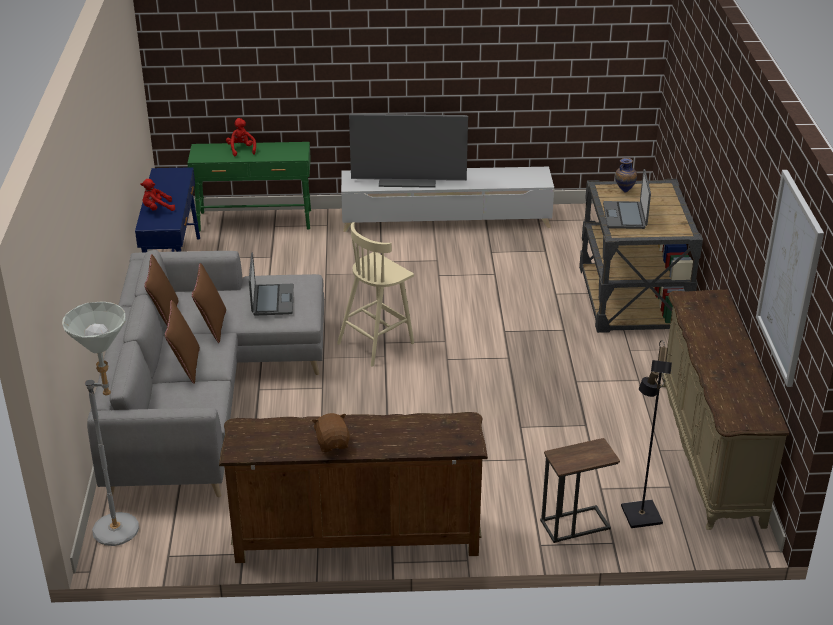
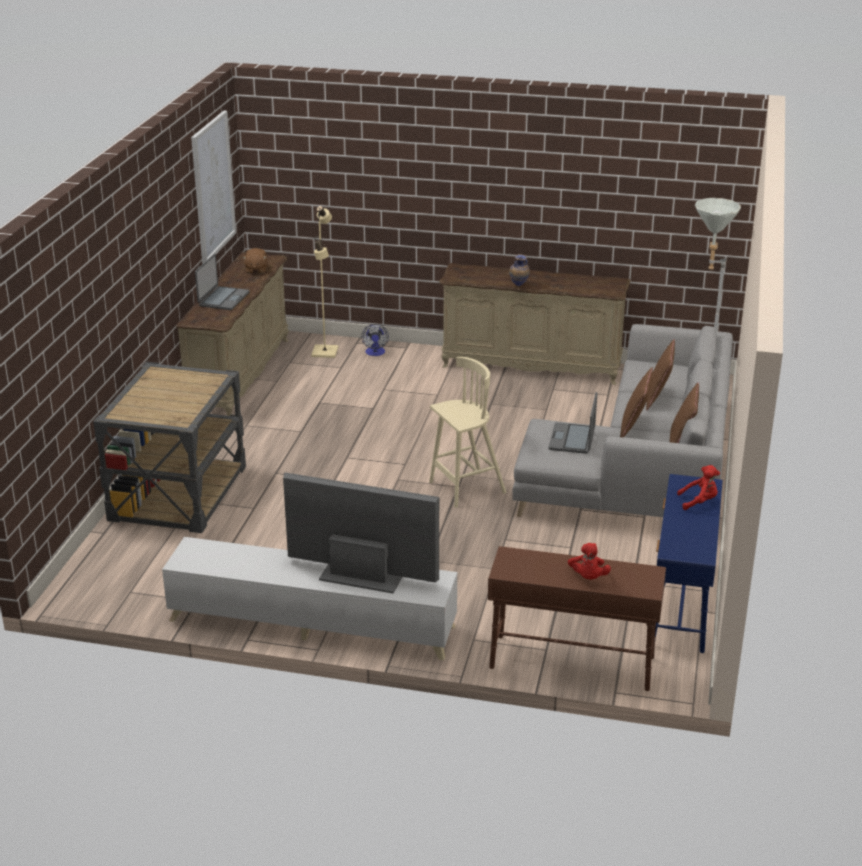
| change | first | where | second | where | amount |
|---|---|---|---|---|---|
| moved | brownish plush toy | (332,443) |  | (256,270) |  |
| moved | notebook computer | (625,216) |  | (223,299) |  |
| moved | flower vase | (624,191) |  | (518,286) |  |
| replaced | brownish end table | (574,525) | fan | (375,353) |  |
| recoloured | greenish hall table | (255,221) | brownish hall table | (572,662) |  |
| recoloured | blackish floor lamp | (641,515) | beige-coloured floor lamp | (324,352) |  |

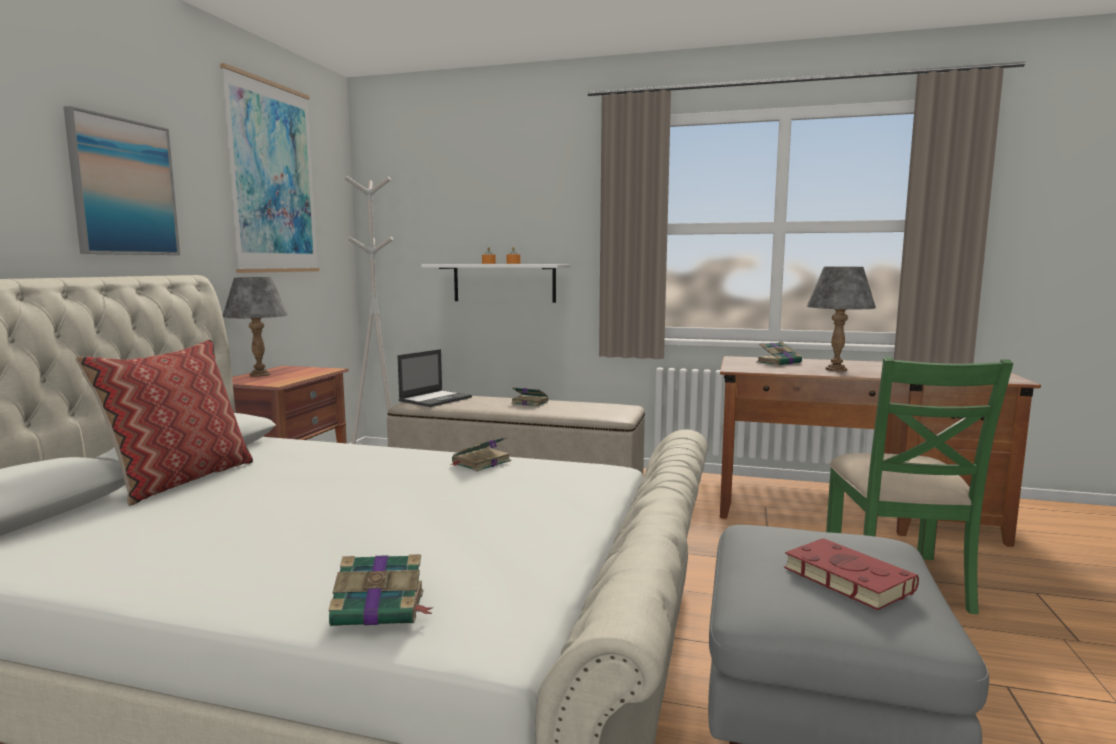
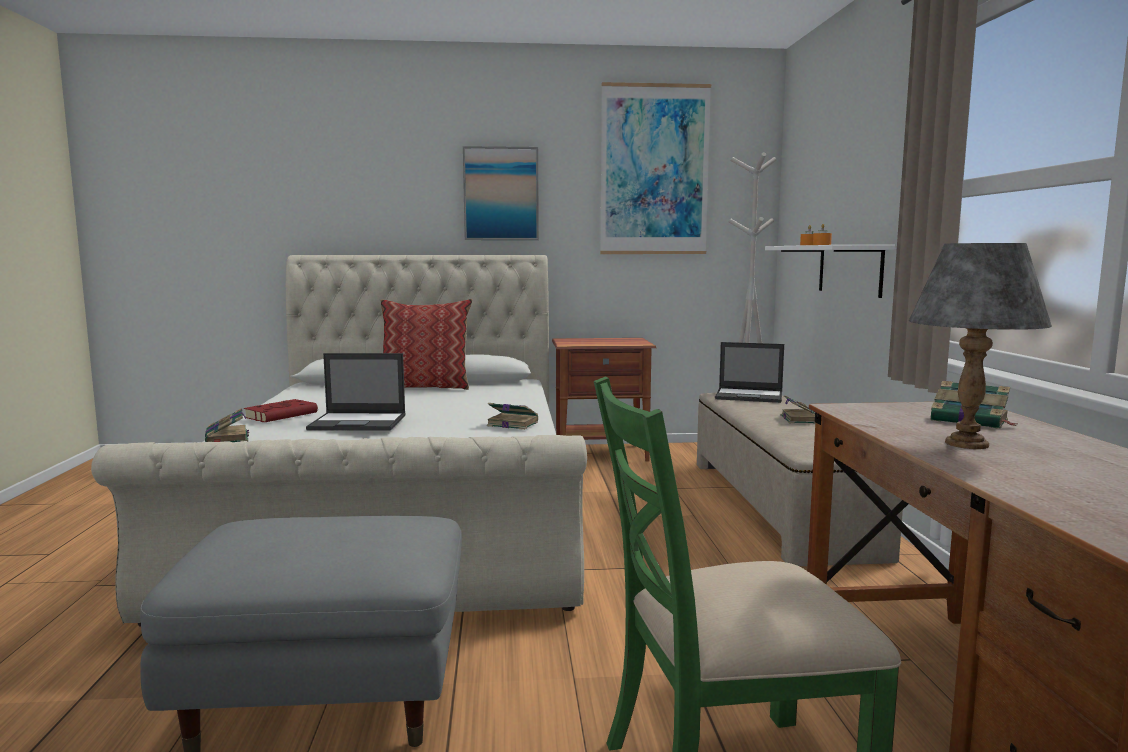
| change | first | where | second | where | amount |
|---|---|---|---|---|---|
| removed | gray lamp for a table | (260,375) |  |  |  |
| added |  |  | notebook computer | (359,422) |  |
| moved | red-coloured volume | (844,578) |  | (283,415) |  |

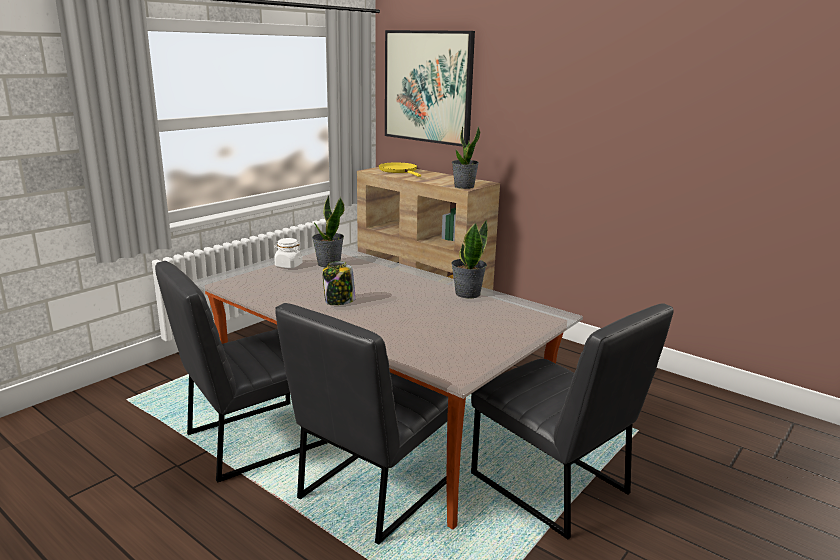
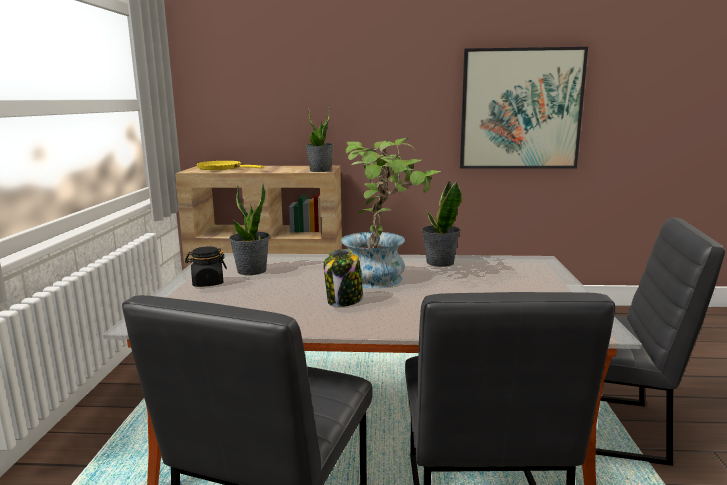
| change | first | where | second | where | amount |
|---|---|---|---|---|---|
| added |  |  | plant in a pot | (383,278) |  |
| moved | wall art | (428,87) |  | (520,109) |  |
| recoloured | white storage jar | (288,265) | blackish storage jar | (207,283) |  |

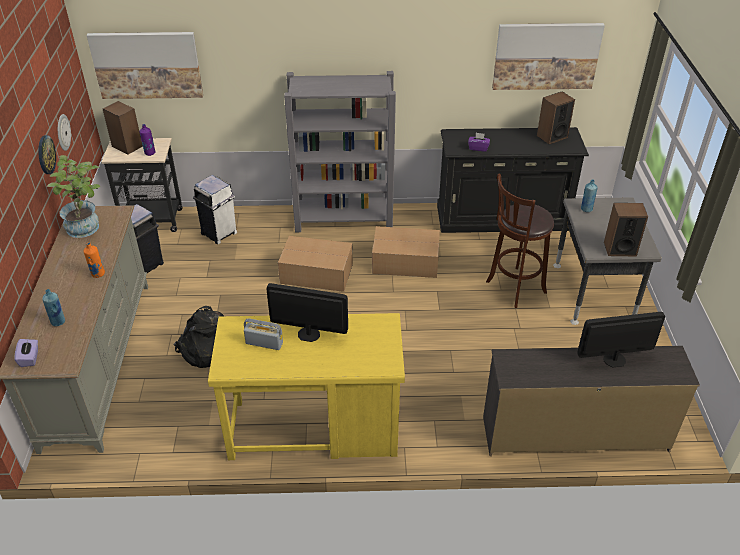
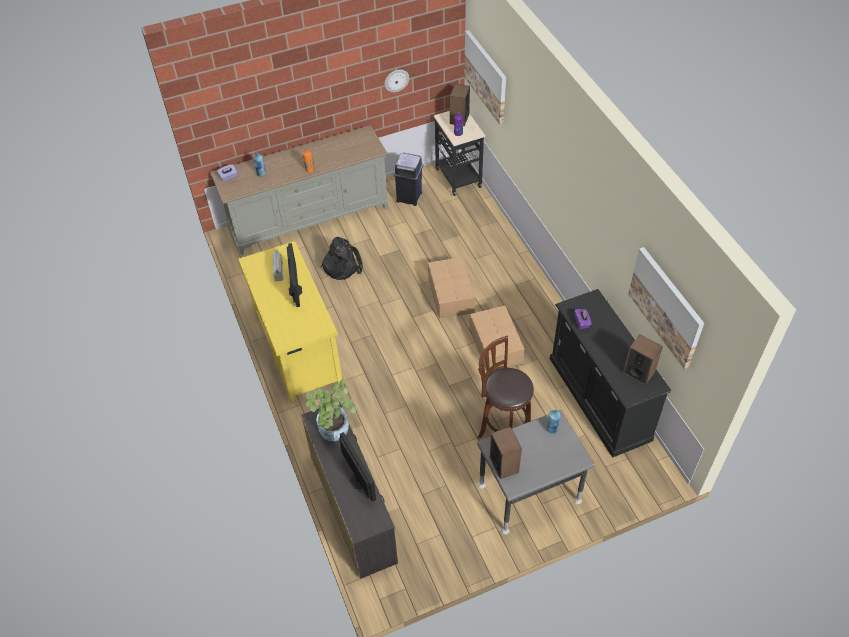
| change | first | where | second | where | amount |
|---|---|---|---|---|---|
| removed | hanging clock | (46,154) |  |  |  |
| removed | white waste bin | (219,233) |  |  |  |
| removed | gray bookcase | (344,218) |  |  |  |
| moved | plant in a pot | (88,228) |  | (334,433) |  |

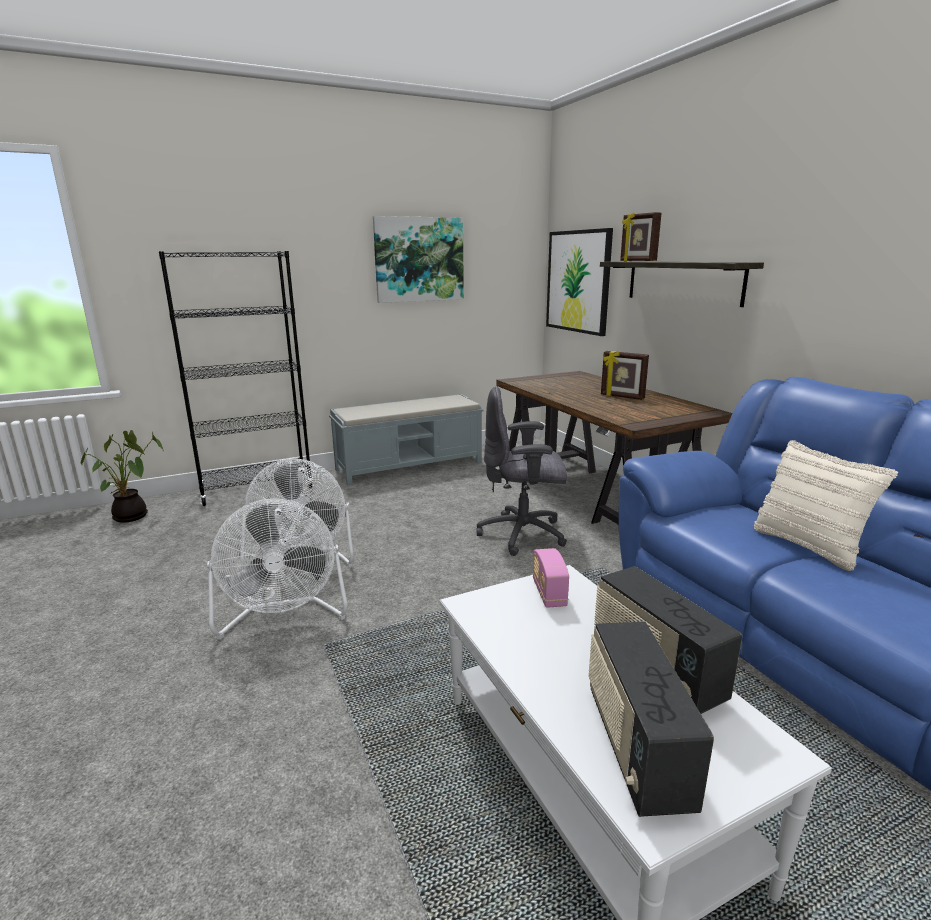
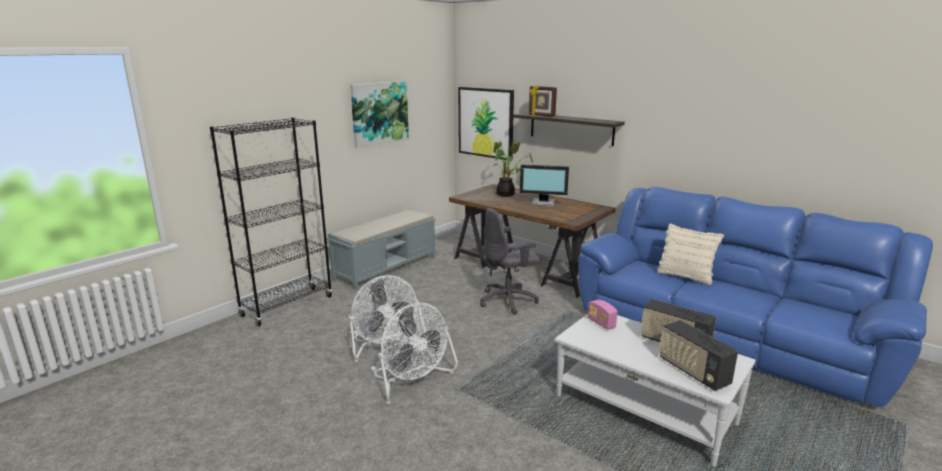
| change | first | where | second | where | amount |
|---|---|---|---|---|---|
| moved | plant in a pot | (133,517) |  | (507,194) |  |
| replaced | photo frame | (622,397) | monitor | (543,203) |  |

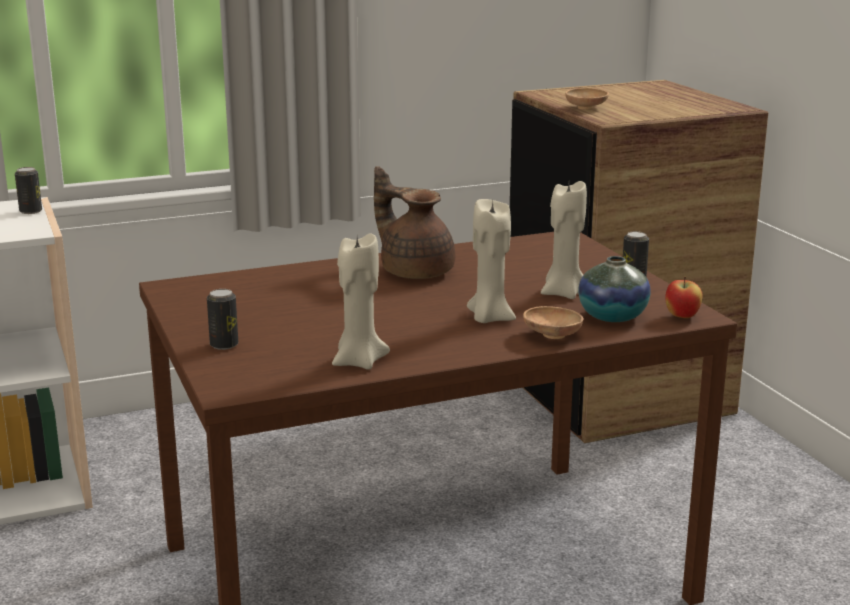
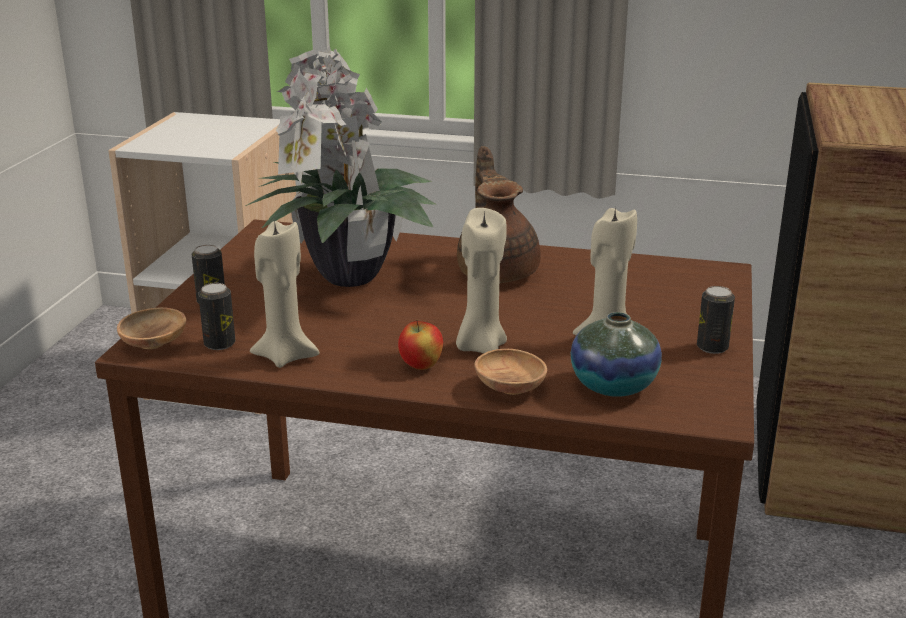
| change | first | where | second | where | amount |
|---|---|---|---|---|---|
| added |  |  | plant in a pot | (345,280) |  |
| moved | metal can | (31,211) |  | (219,344) |  |
| moved | brownish bowl | (586,108) |  | (154,344) |  |
| moved | apple fruit | (682,317) |  | (421,366) |  |

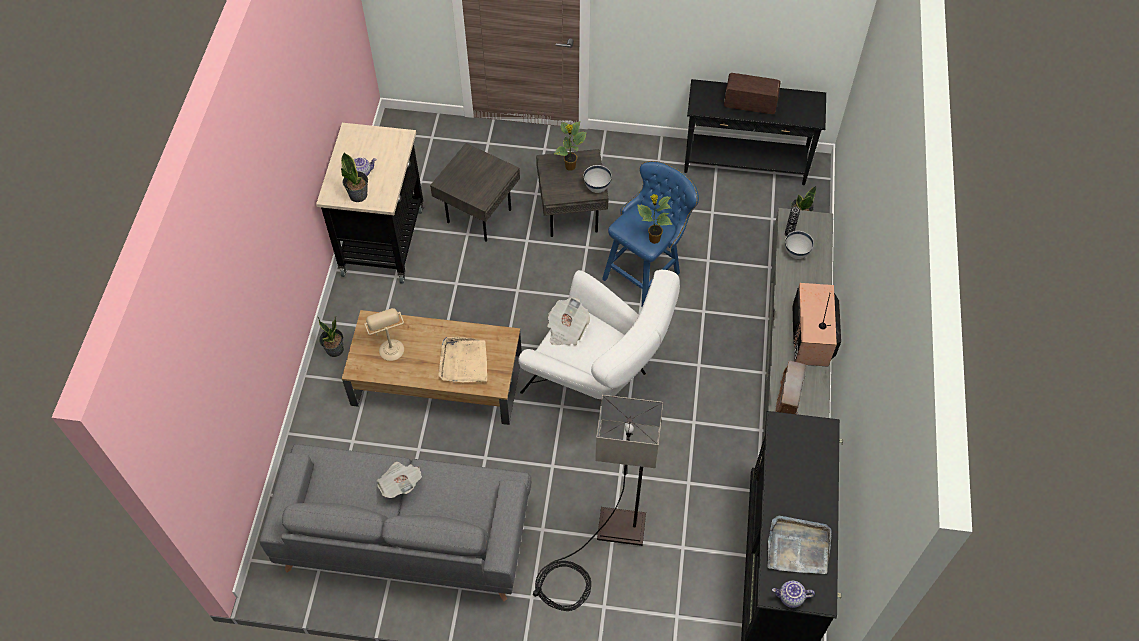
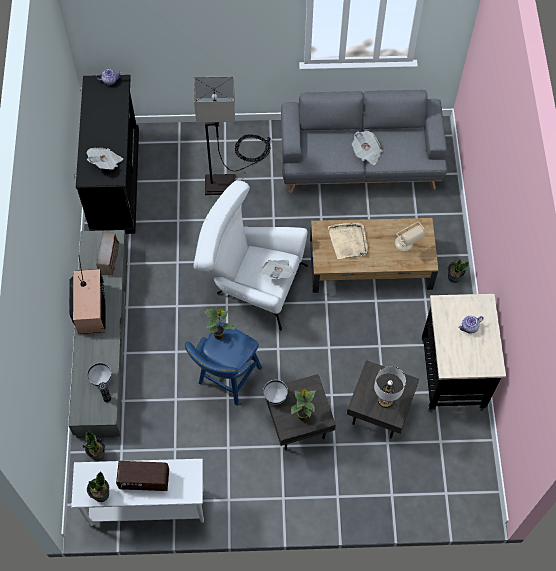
| change | first | where | second | where | amount |
|---|---|---|---|---|---|
| removed | gray tray | (797,547) |  |  |  |
| added |  |  | daily paper | (106,163) |  |
| added |  |  | lamp for a table | (385,400) |  |
| moved | plant in a pot | (358,195) |  | (100,494) |  |
| recoloured | blackish hall table | (746,164) | white hall table | (146,508) |  |

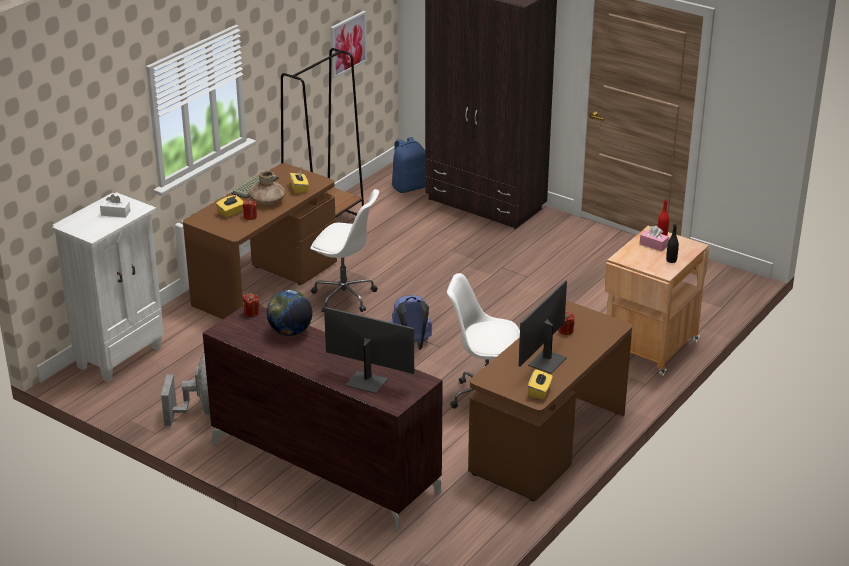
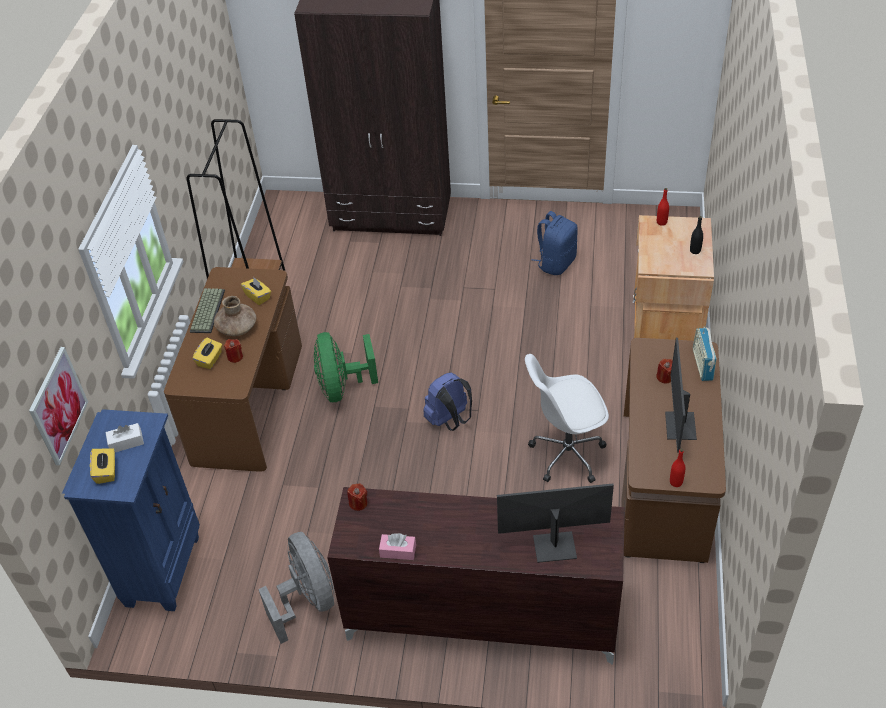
| change | first | where | second | where | amount |
|---|---|---|---|---|---|
| removed | globe | (290,332) |  |  |  |
| added |  |  | red-coloured drink bottle | (676,482) |  |
| added |  |  | radio receiver | (702,364) |  |
| moved | wall art | (348,44) |  | (58,406) |  |
| moved | blue knapsack | (410,187) |  | (556,263) |  |
| moved | yellow tissue box | (539,392) |  | (106,472) |  |
| moved | pink tissue box | (653,245) |  | (398,551) |  |
| replaced | white office chair | (345,297) | greenish fan | (342,387) |  |
| recoloured | white storage cabinet | (121,358) | blue storage cabinet | (165,571) |  |

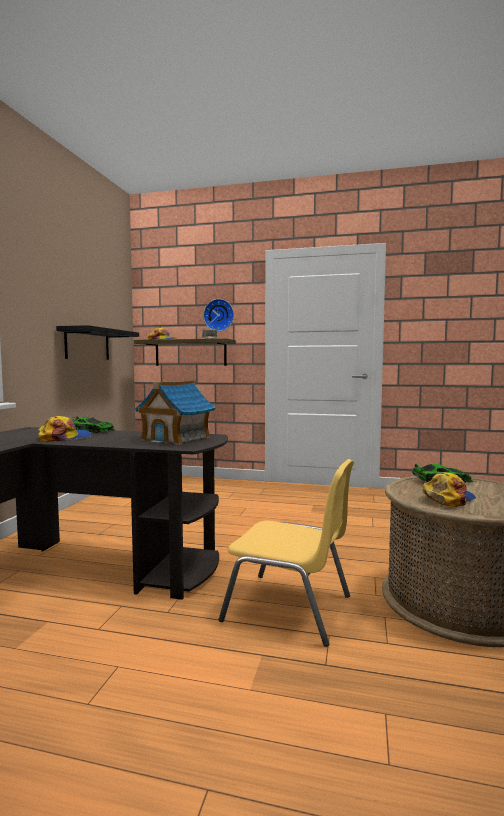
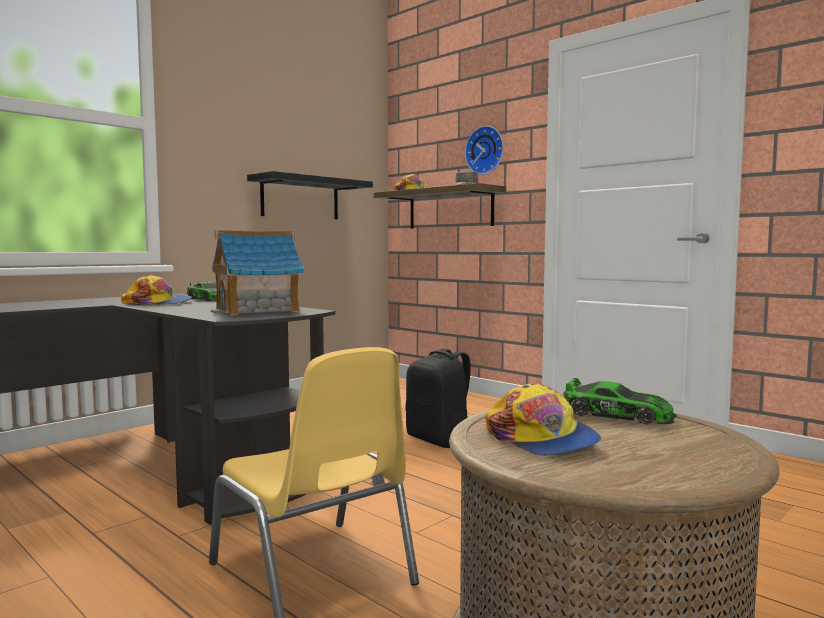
| change | first | where | second | where | amount |
|---|---|---|---|---|---|
| added |  |  | blackish knapsack | (440,440) |  |
| turned | baseball cap | (447,498) |  | (541,439) | 75 degrees clockwise |

